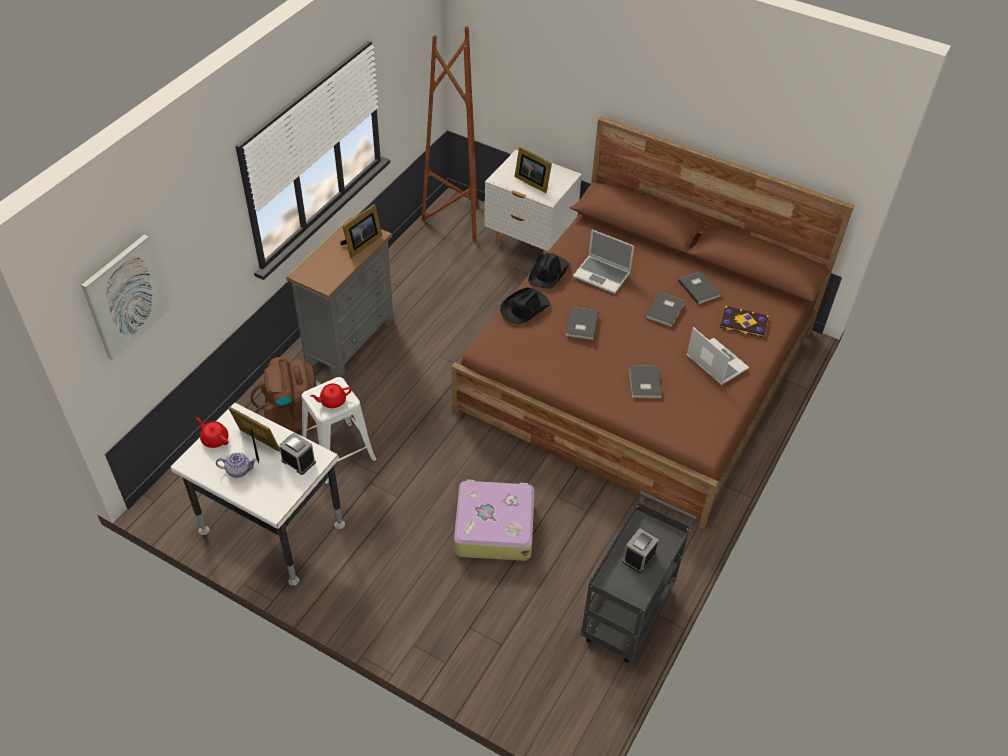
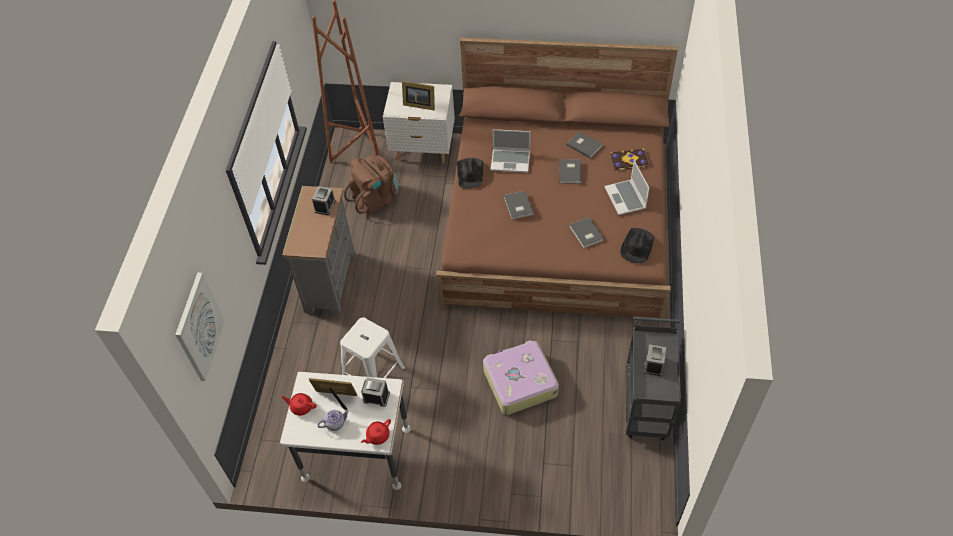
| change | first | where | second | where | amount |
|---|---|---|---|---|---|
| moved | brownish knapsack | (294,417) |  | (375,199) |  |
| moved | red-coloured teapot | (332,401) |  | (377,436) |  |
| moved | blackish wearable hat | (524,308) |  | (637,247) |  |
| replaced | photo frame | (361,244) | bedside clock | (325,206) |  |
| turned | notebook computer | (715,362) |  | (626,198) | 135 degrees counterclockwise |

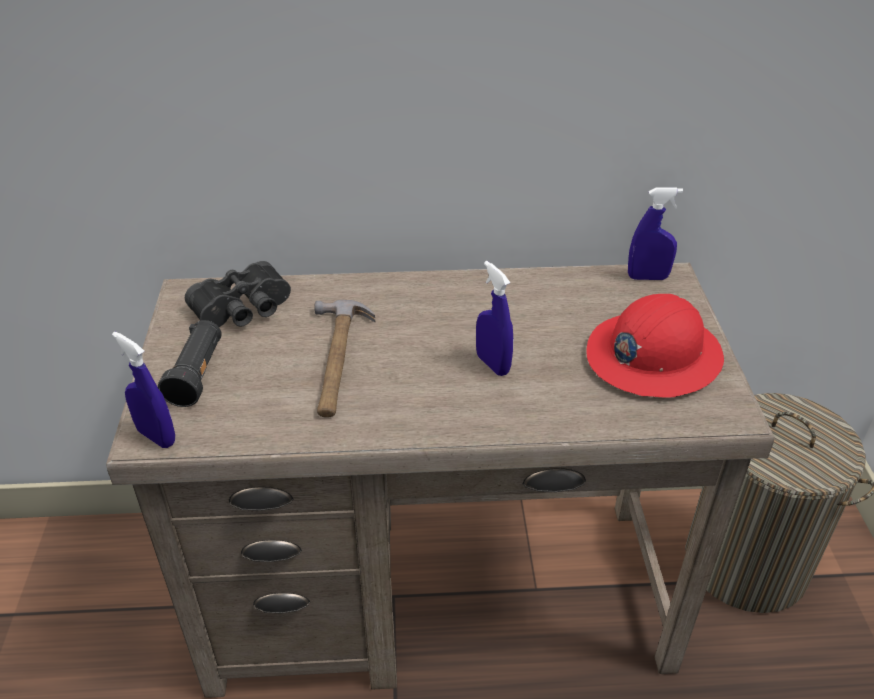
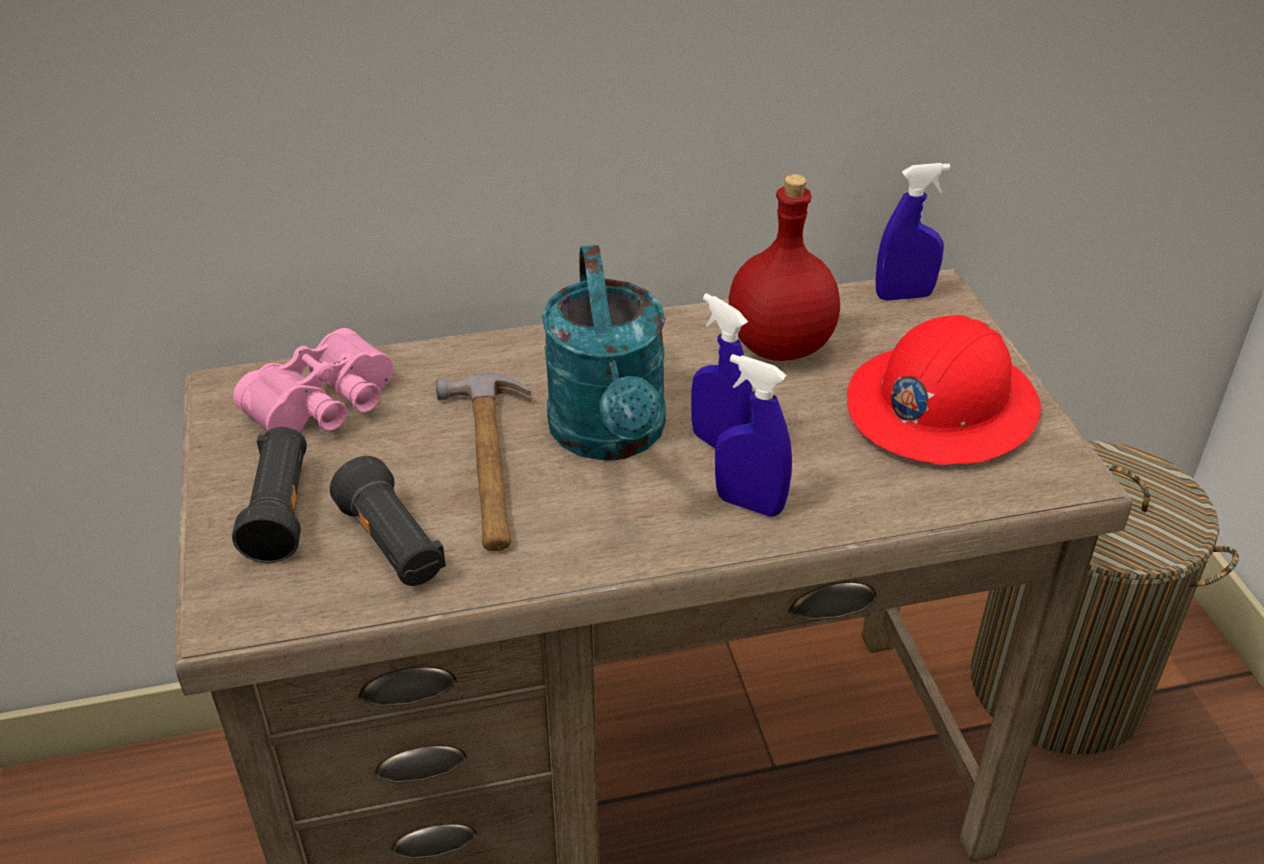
| change | first | where | second | where | amount |
|---|---|---|---|---|---|
| added |  |  | blackish flashlight | (393,545) |  |
| added |  |  | turquoise-coloured sprinkling can | (611,437) |  |
| added |  |  | red-coloured drink bottle | (780,347) |  |
| moved | blue spray bottle | (156,437) |  | (749,504) |  |
| recoloured | blackish field glasses | (244,311) | pink field glasses | (327,407) |  |

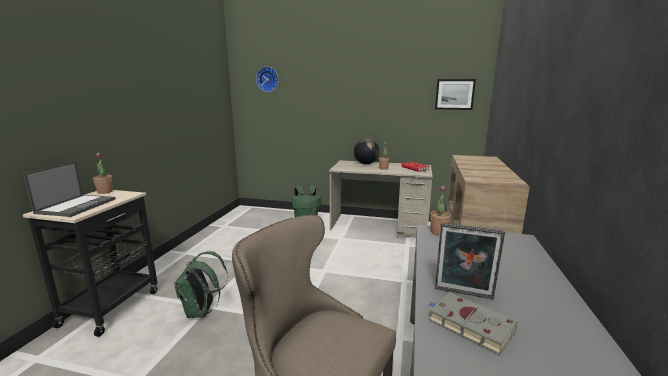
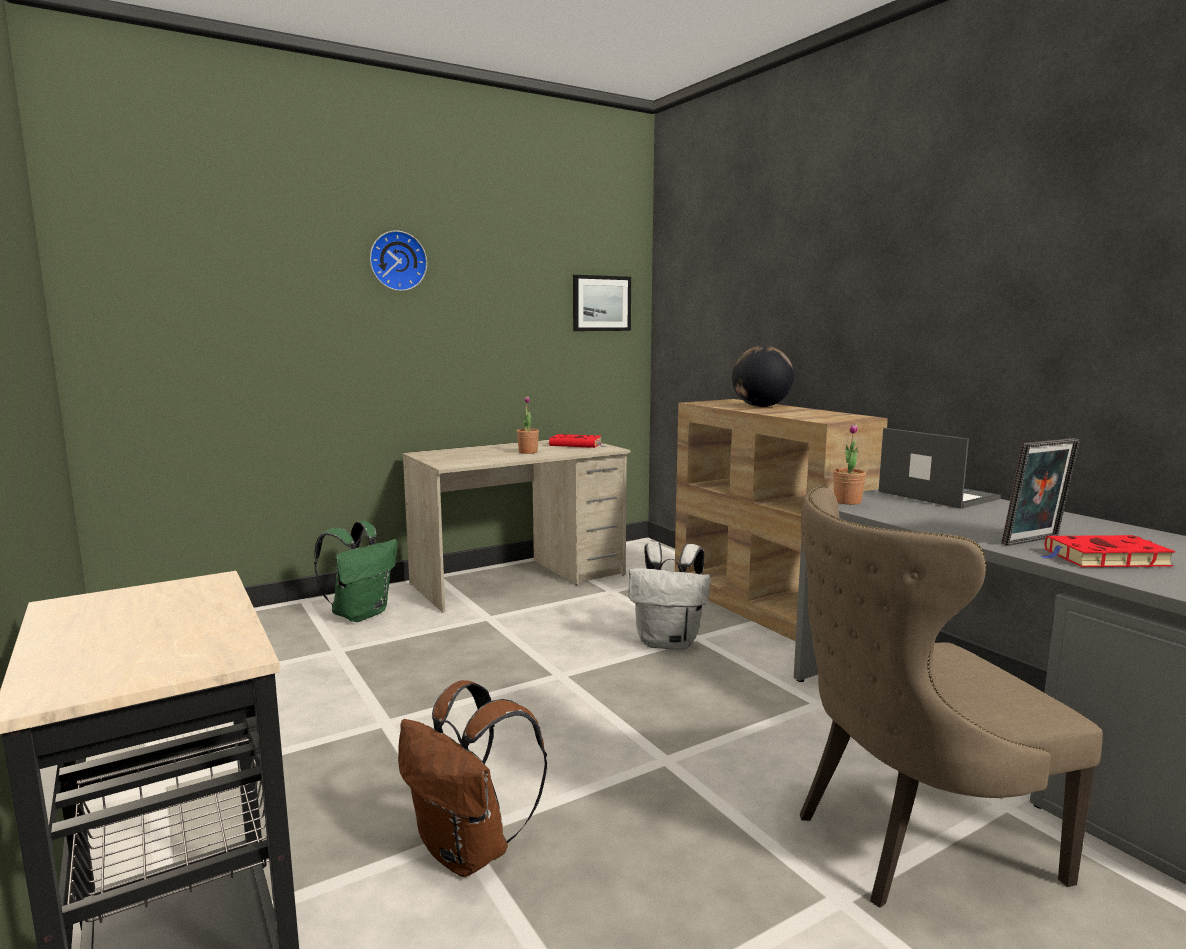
| change | first | where | second | where | amount |
|---|---|---|---|---|---|
| removed | plant in a pot | (105,192) |  |  |  |
| added |  |  | white knapsack | (669,642) |  |
| moved | notebook computer | (77,206) |  | (936,495) |  |
| moved | hanging clock | (268,79) |  | (397,261) |  |
| moved | globe | (366,164) |  | (761,406) |  |
| recoloured | greenish knapsack | (202,312) | brownish knapsack | (469,851) |  |
| recoloured | gray volume | (468,324) | red-coloured volume | (1103,558) |  |

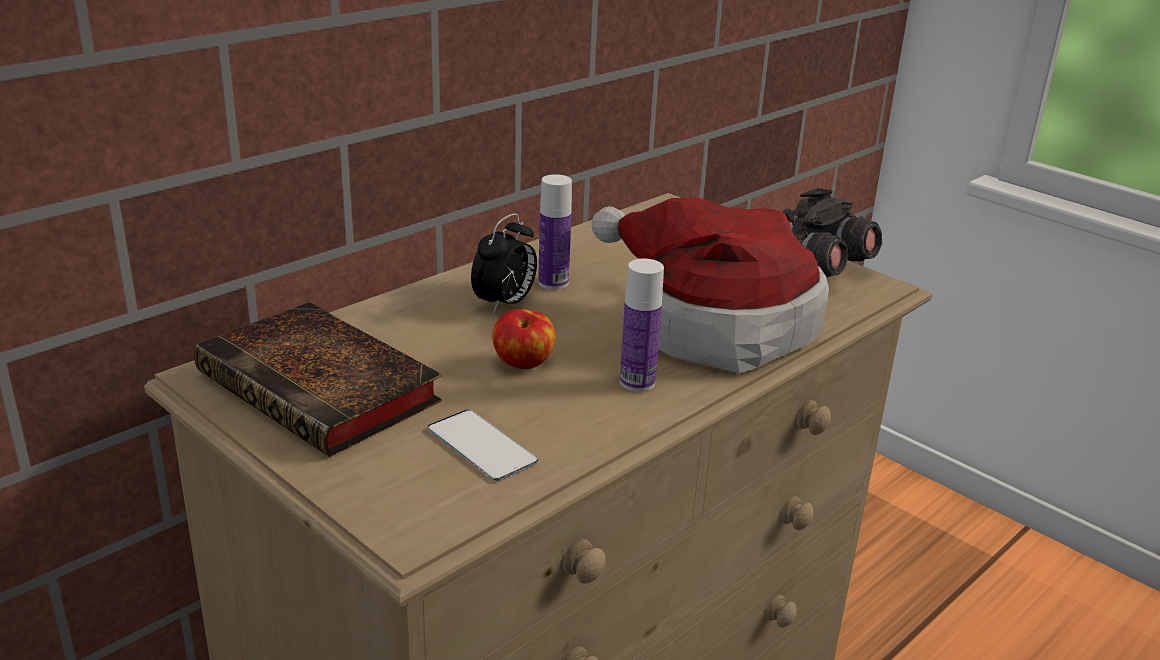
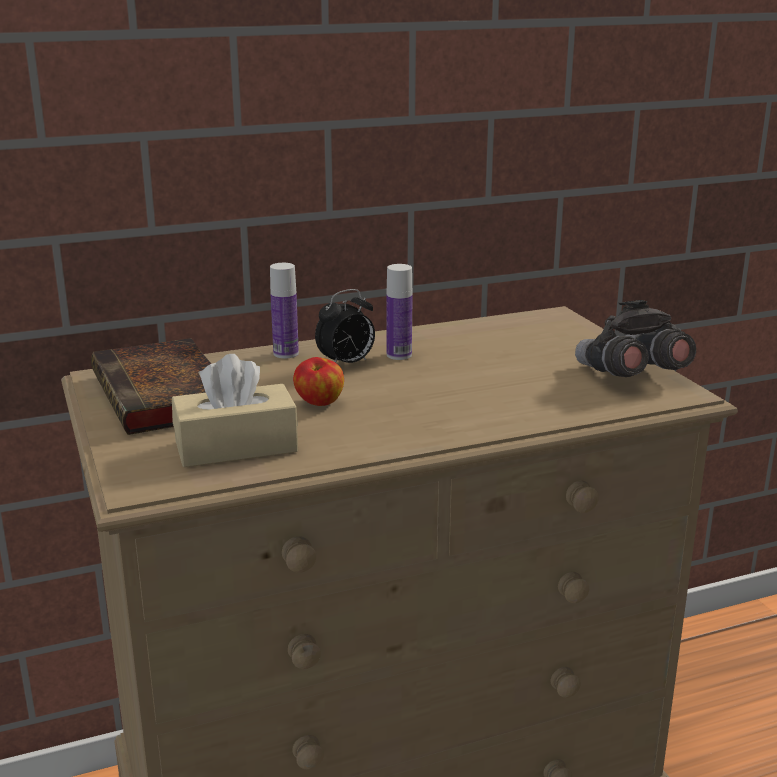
| change | first | where | second | where | amount |
|---|---|---|---|---|---|
| removed | wearable hat | (713,326) |  |  |  |
| moved | drink bottle | (637,382) |  | (286,353) |  |
| replaced | telephone | (481,445) | beige-coloured tissue box | (236,446) |  |

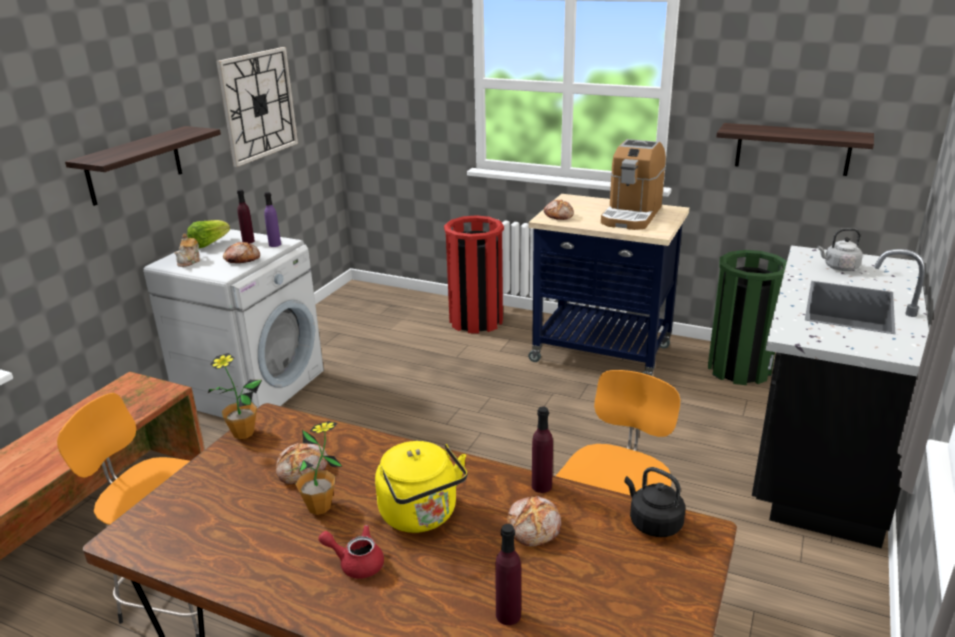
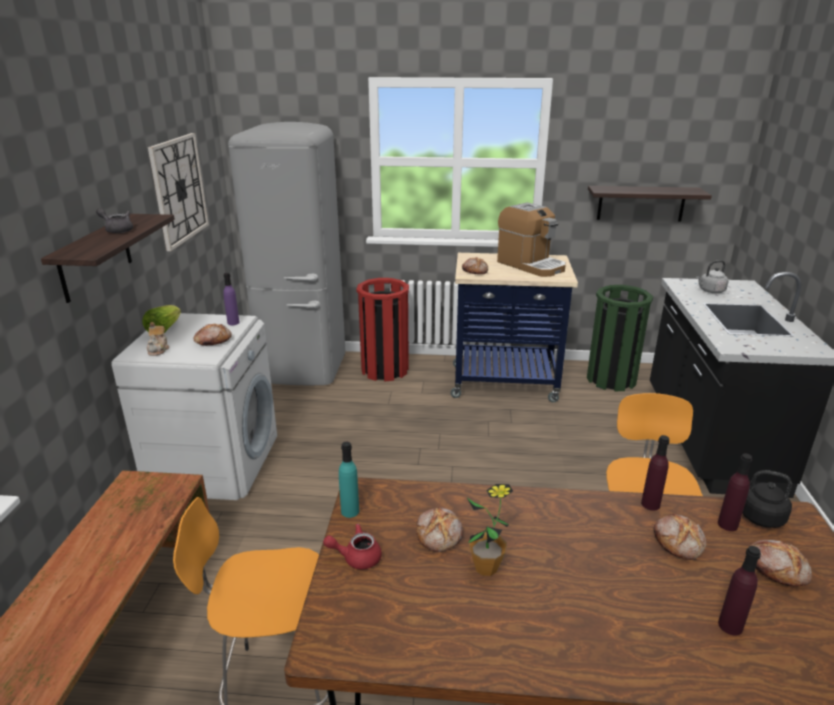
| change | first | where | second | where | amount |
|---|---|---|---|---|---|
| removed | yellow tea kettle | (421,516) |  |  |  |
| added |  |  | gray teapot | (117,230) |  |
| added |  |  | gray fridge | (303,369) |  |
| added |  |  | baked bread | (776,568) |  |
| moved | purplish drink bottle | (248,241) |  | (727,524) |  |
| moved | red-coloured teapot | (356,563) |  | (356,557) |  |
| replaced | plant in a pot | (243,433) | turquoise-coloured drink bottle | (350,511) |  |
| turned | coffee maker | (631,215) |  | (531,265) | 45 degrees counterclockwise |

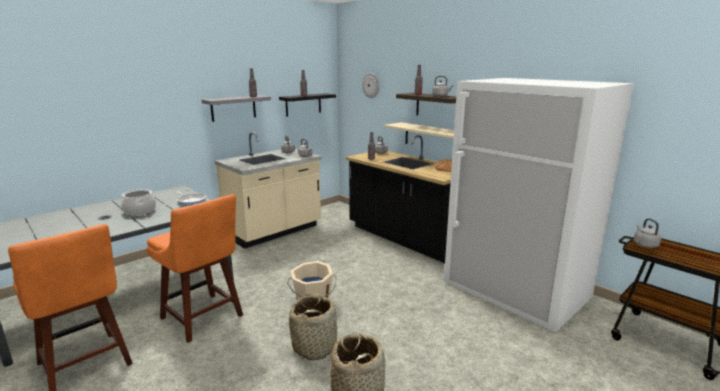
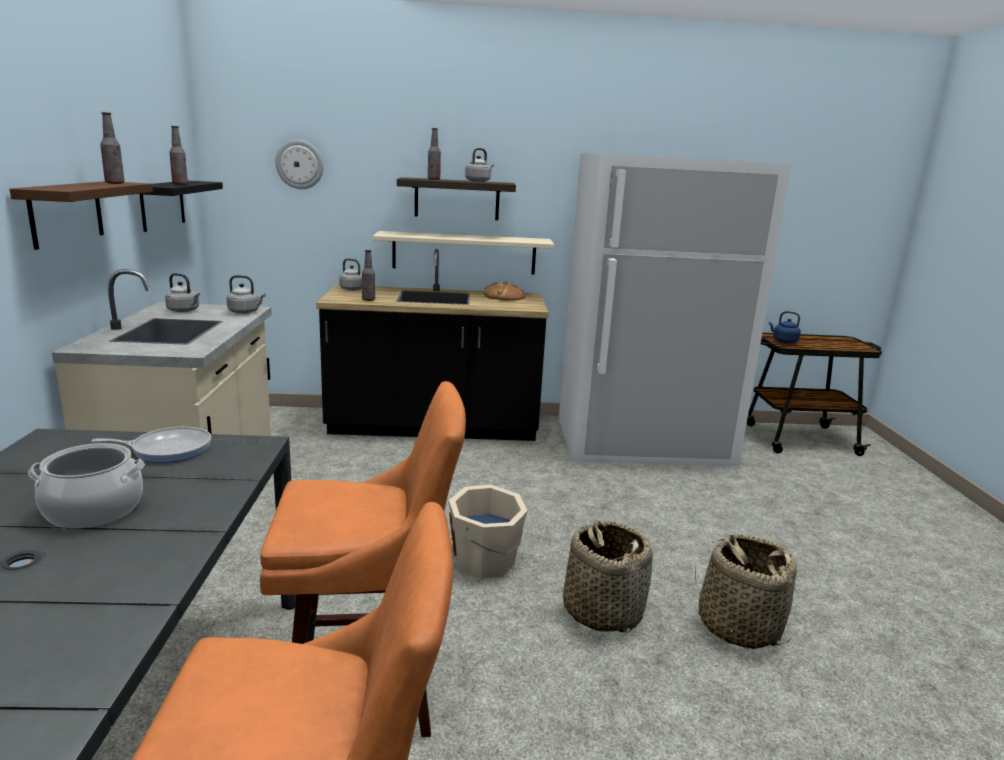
| change | first | where | second | where | amount |
|---|---|---|---|---|---|
| recoloured | gray bracket shelf | (233,108) | brownish bracket shelf | (66,213) |  |
| recoloured | gray tea kettle | (644,244) | blue tea kettle | (783,341) |  |

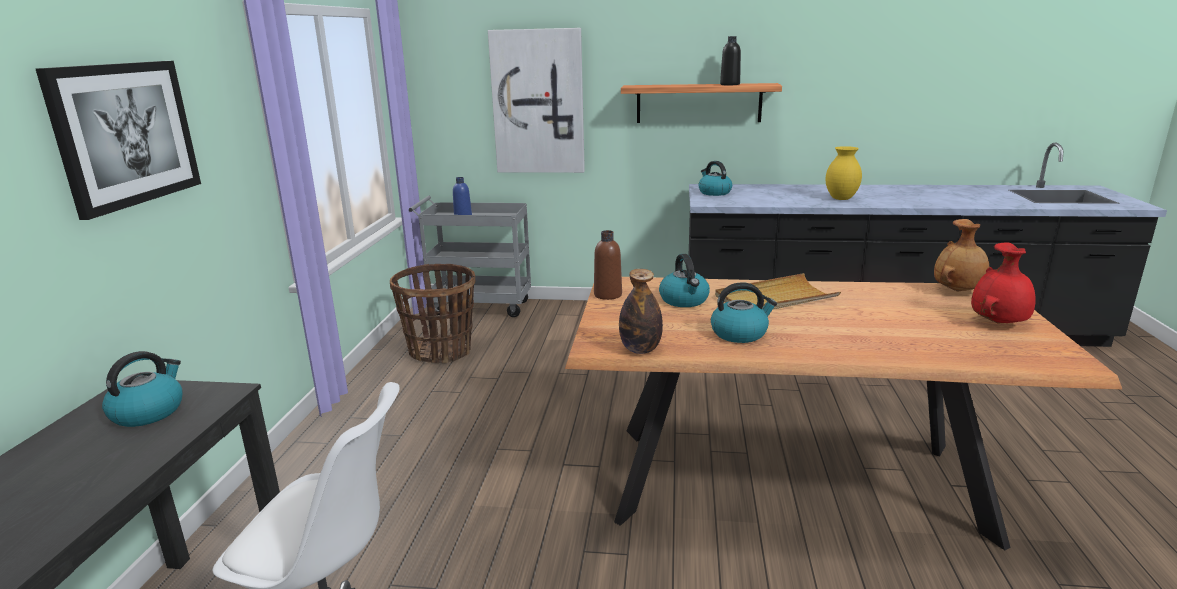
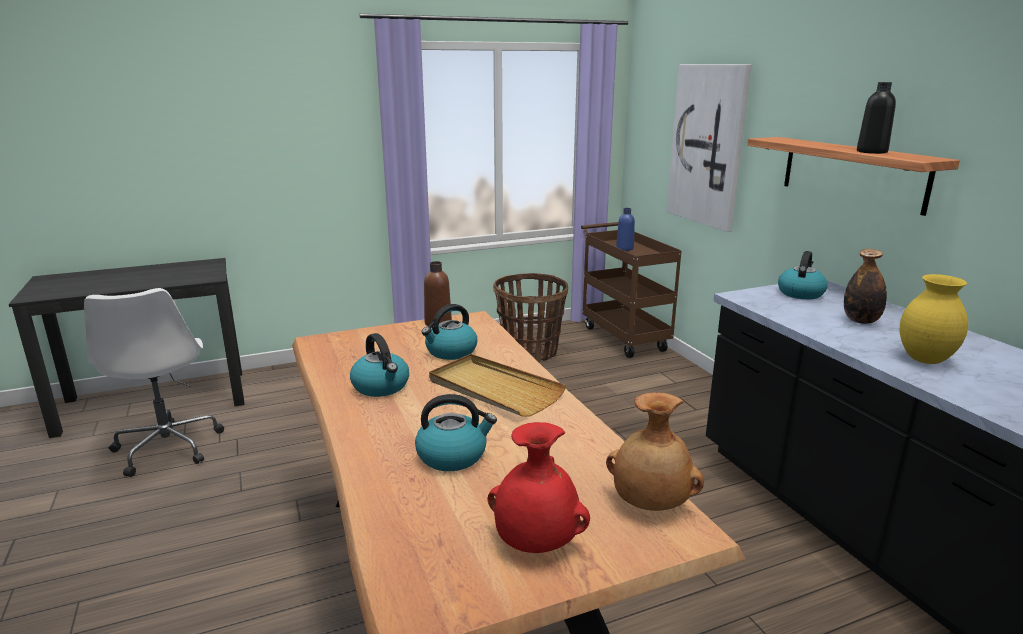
| change | first | where | second | where | amount |
|---|---|---|---|---|---|
| removed | wall art | (125,134) |  |  |  |
| moved | tea kettle | (148,412) |  | (453,455) |  |
| moved | drink bottle | (640,349) |  | (861,321) |  |
| recoloured | gray wheeled cart | (478,308) | brownish wheeled cart | (623,339) |  |

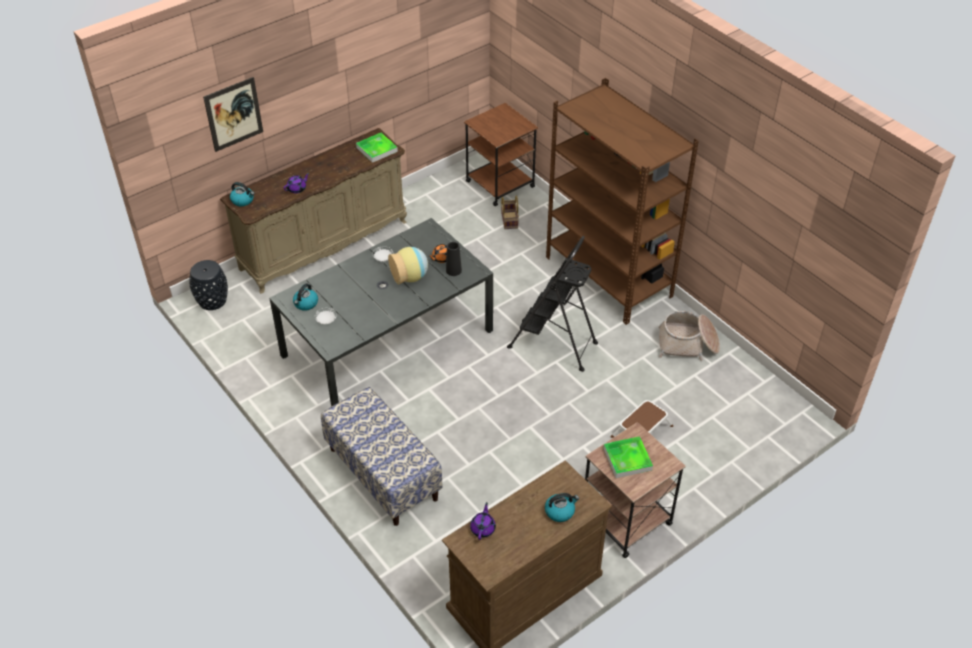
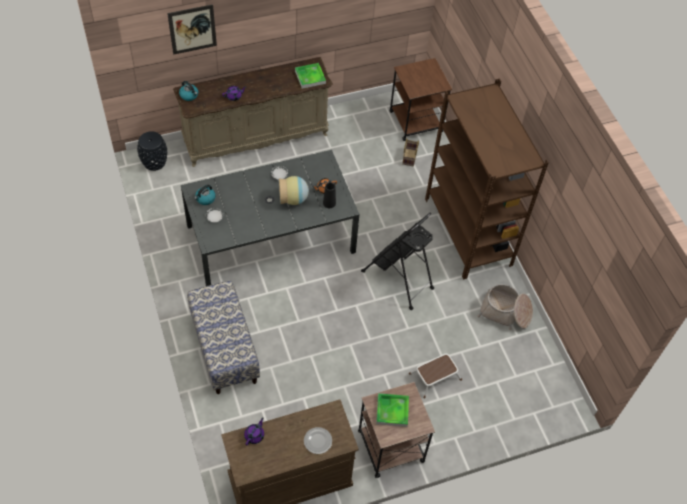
| change | first | where | second | where | amount |
|---|---|---|---|---|---|
| replaced | tea kettle | (560,511) | dinner plate | (317,440) |  |

